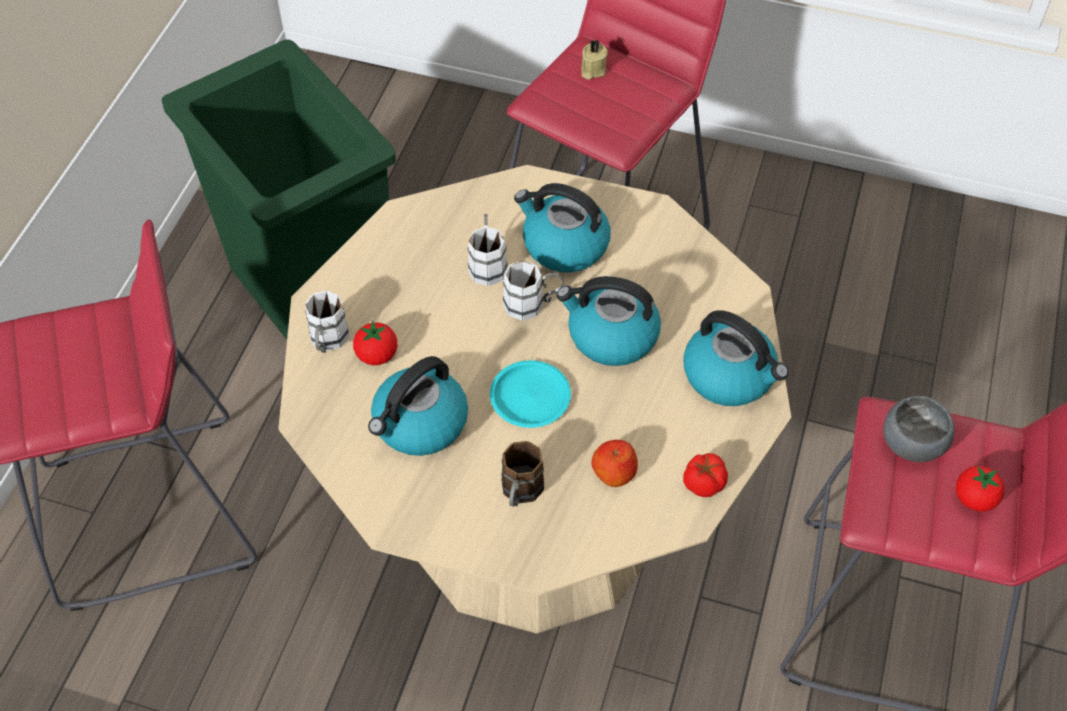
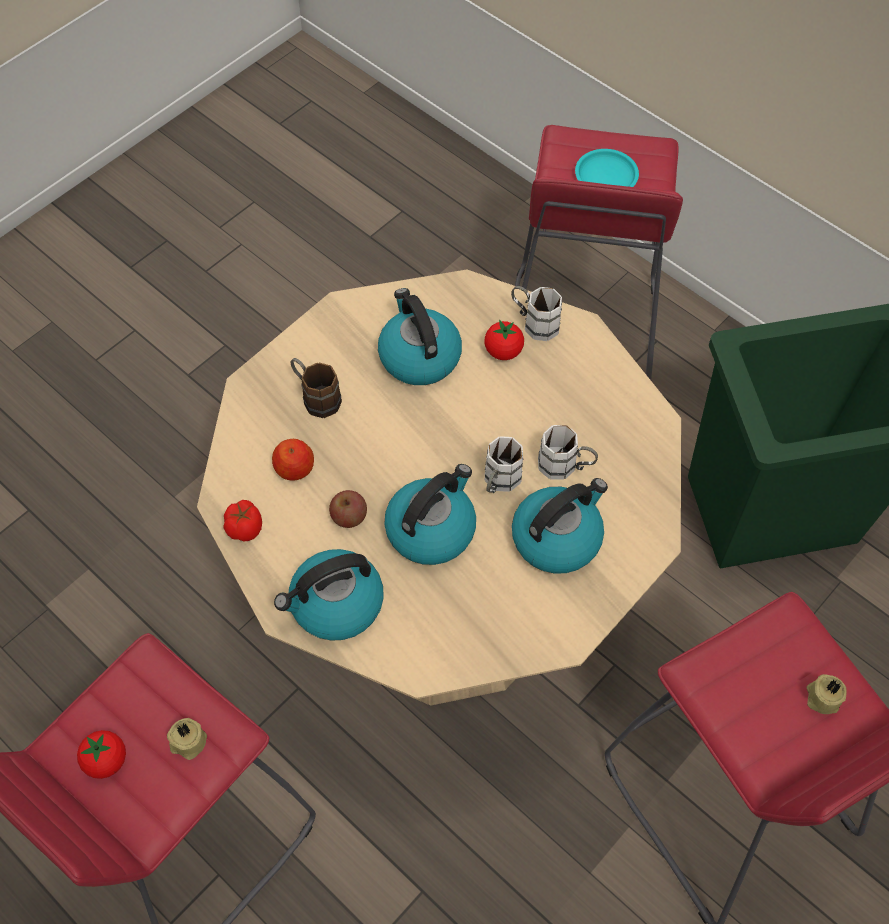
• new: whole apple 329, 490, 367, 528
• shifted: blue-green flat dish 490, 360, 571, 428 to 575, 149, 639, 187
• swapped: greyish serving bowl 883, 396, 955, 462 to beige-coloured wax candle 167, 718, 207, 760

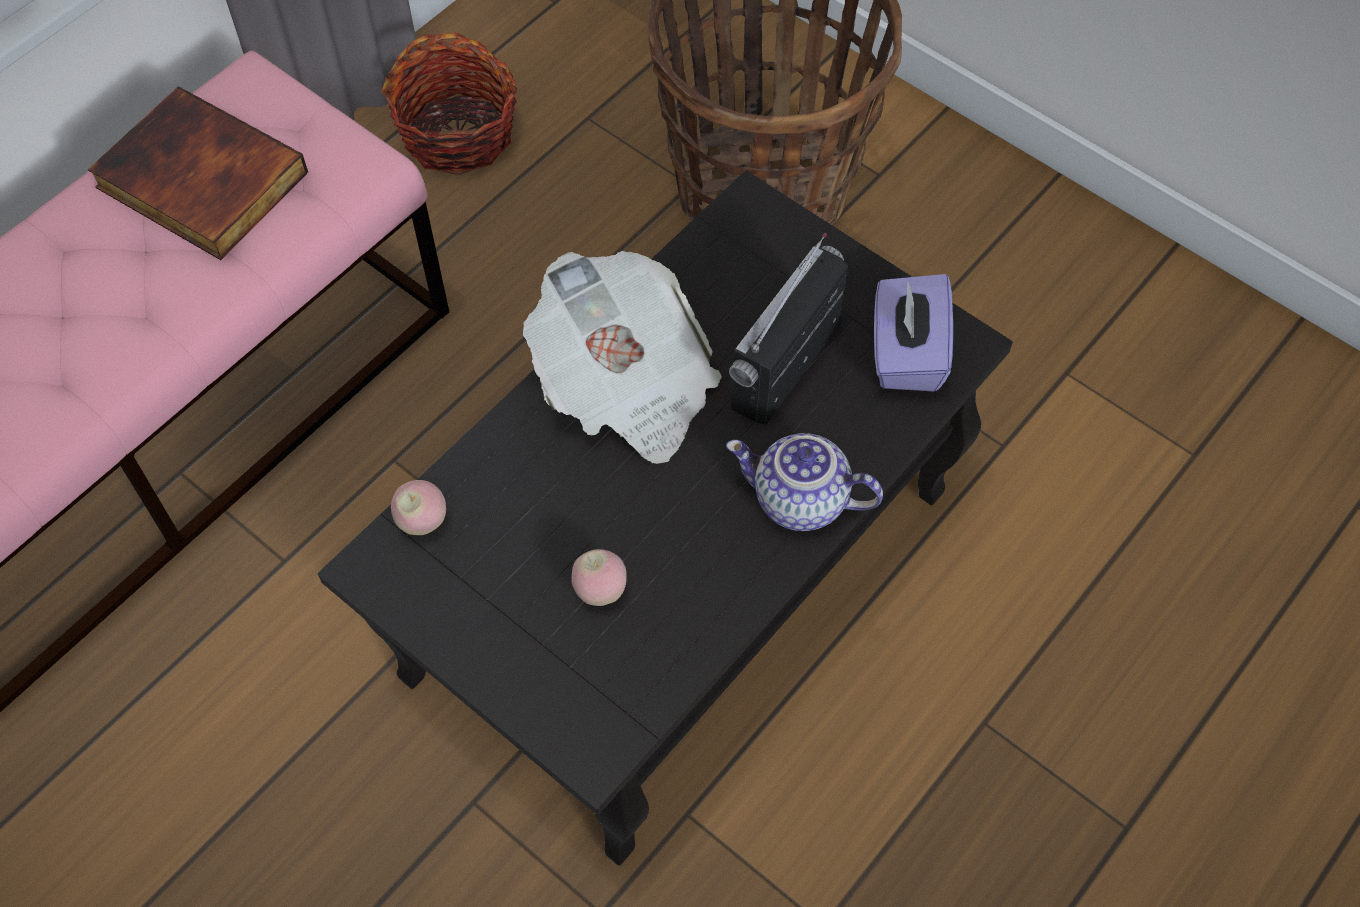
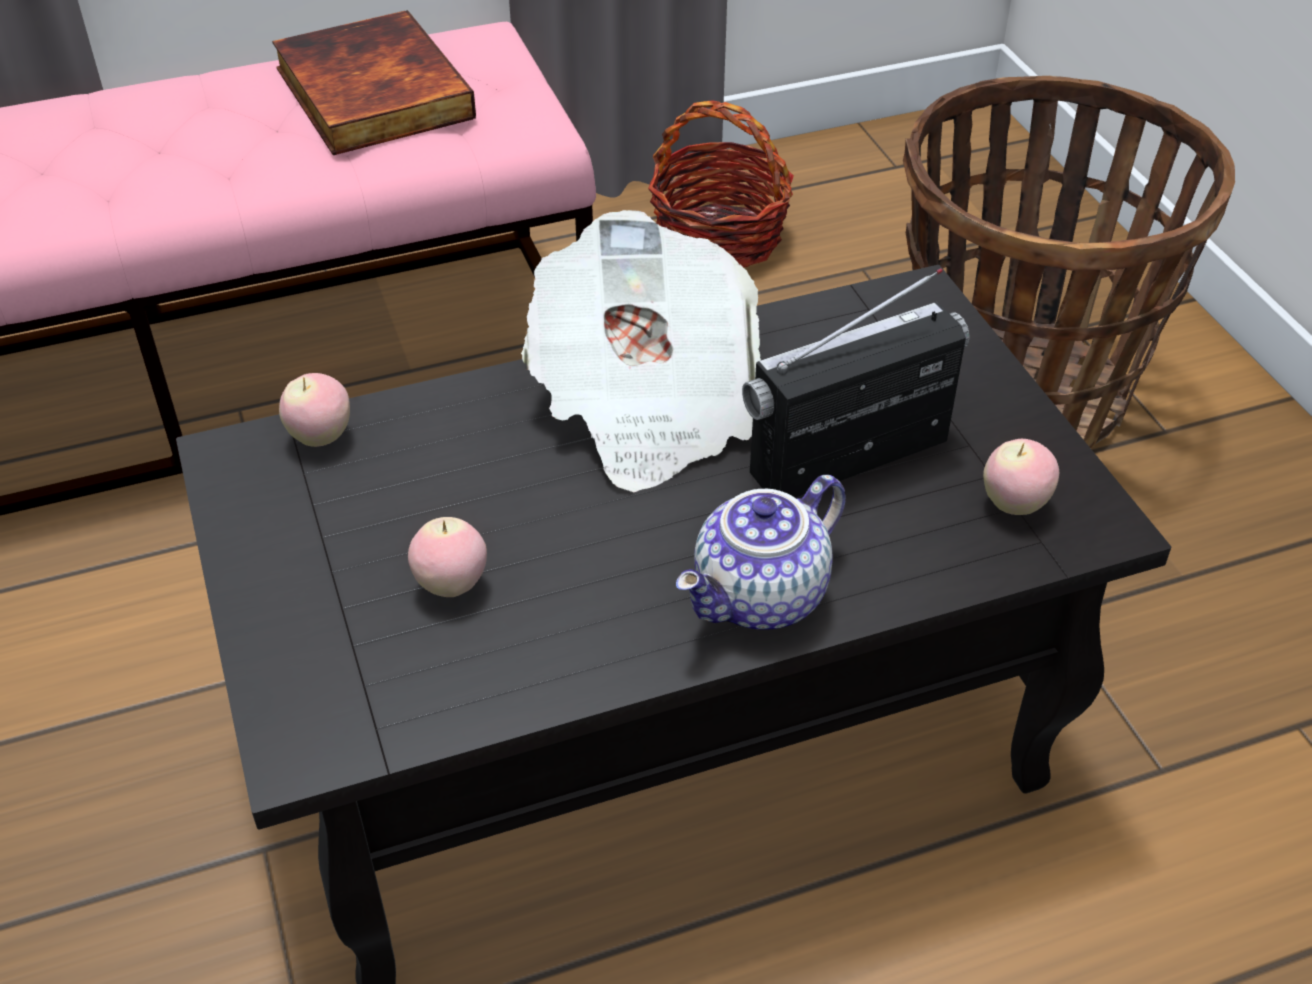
• swapped: purple tissue box 874, 274, 953, 391 to whole apple 983, 439, 1059, 515
• rotated: tea pot 726, 433, 883, 531 = 676, 475, 846, 630 90 degrees counterclockwise

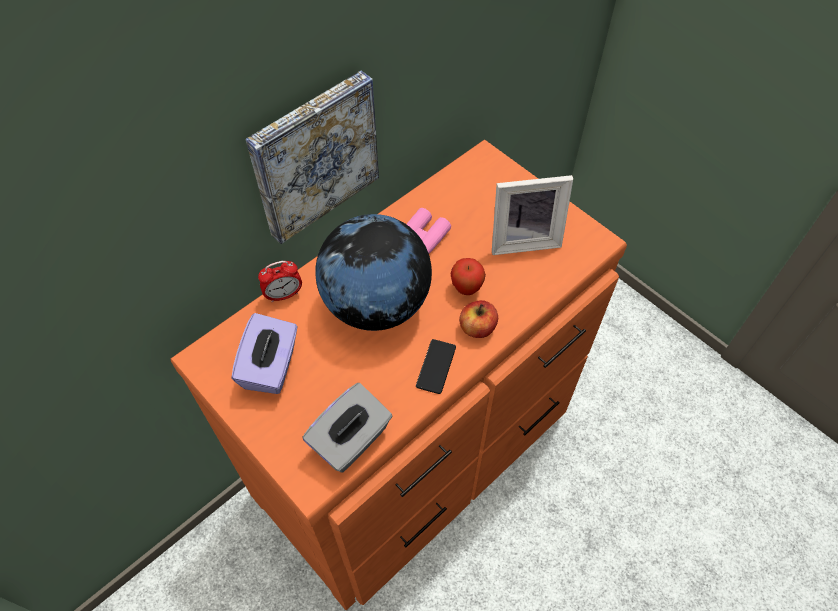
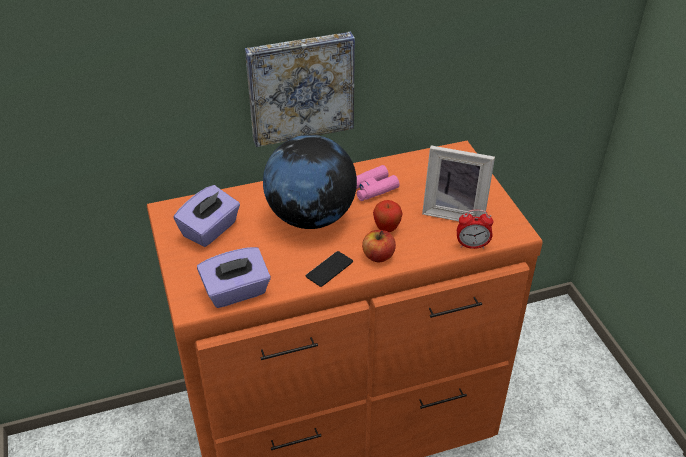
• shifted: table clock 258, 261, 302, 302 to 457, 210, 493, 249
• repainted: greyish tissue box 302, 383, 393, 473 to purple tissue box 197, 247, 271, 308

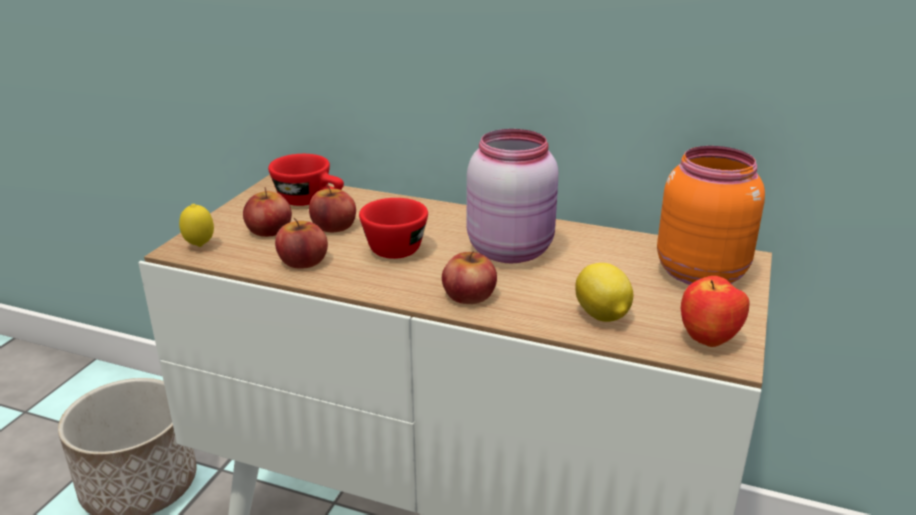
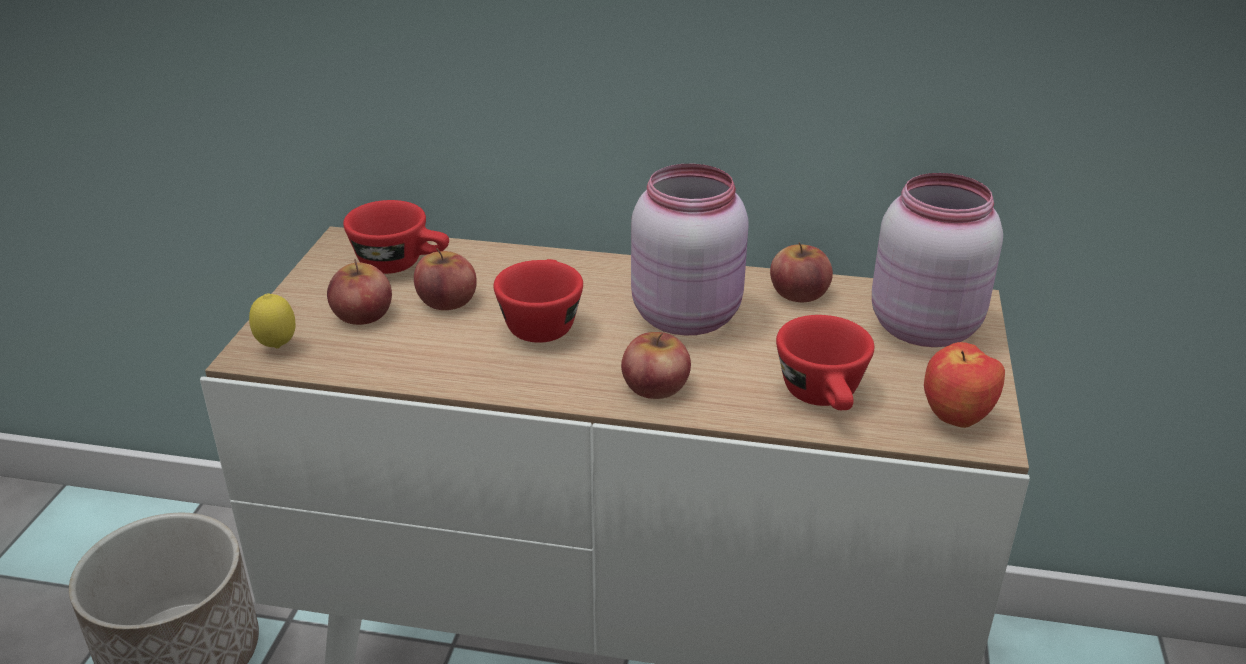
• shifted: whole apple 275, 218, 328, 269 to 770, 243, 833, 302
• swapped: citrus fruit 575, 263, 633, 322 to red small cup 776, 315, 874, 410
• repainted: orange storage jar 657, 146, 765, 285 to pink storage jar 872, 173, 1003, 347

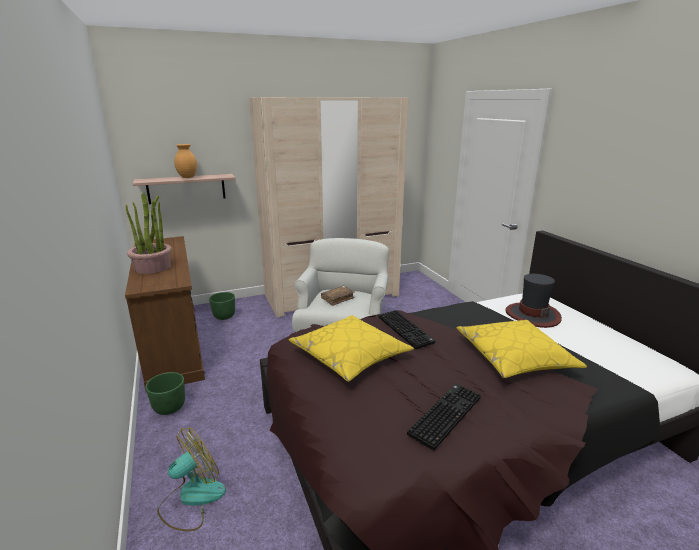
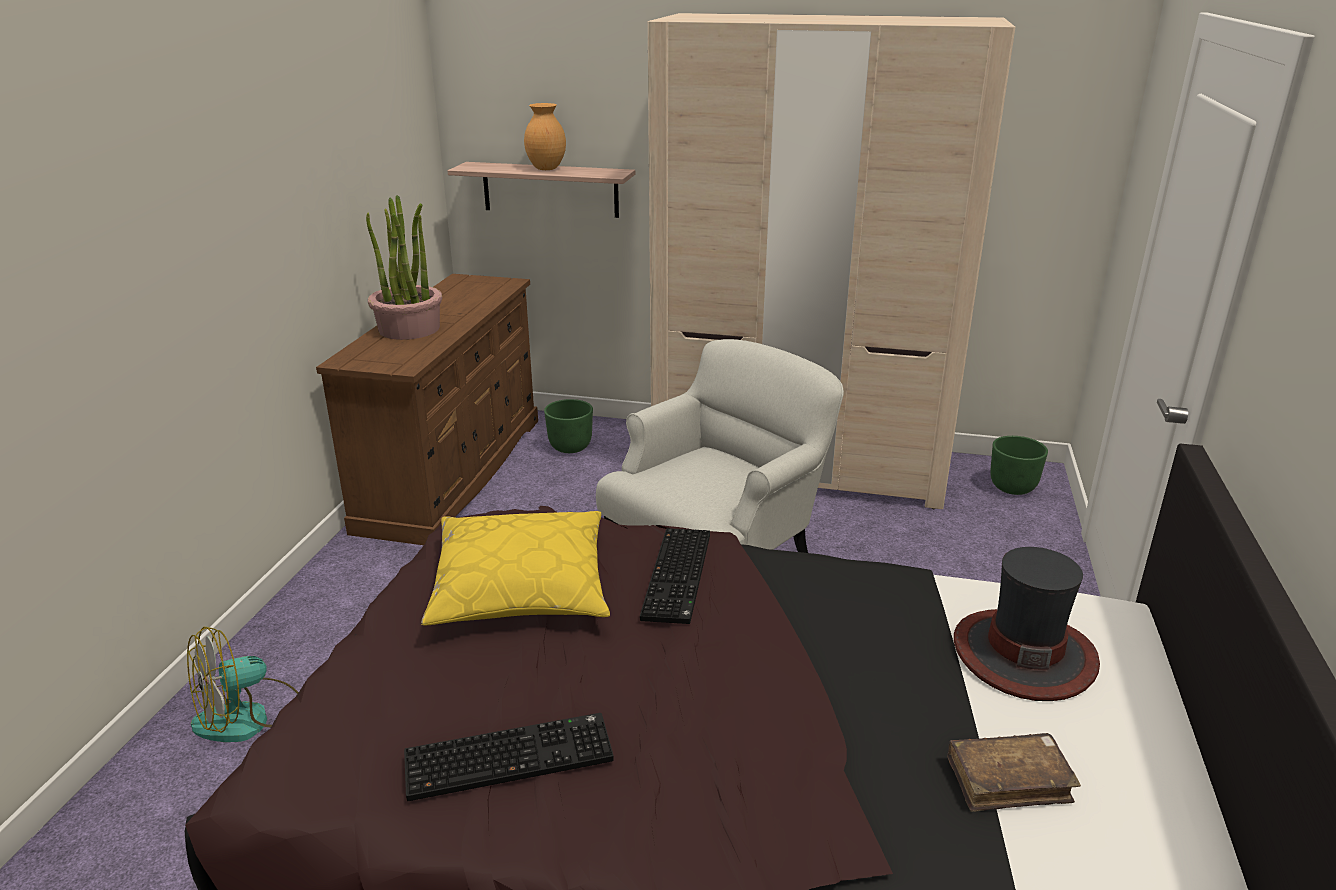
• gone: yellow cushion 457, 320, 587, 378
• shifted: greenish flower pot 145, 372, 185, 415 to 990, 436, 1048, 495
• shifted: brownish bound book 321, 286, 355, 306 to 947, 733, 1081, 812
• rotated: fan 157, 427, 226, 531 = 187, 627, 299, 742 150 degrees clockwise

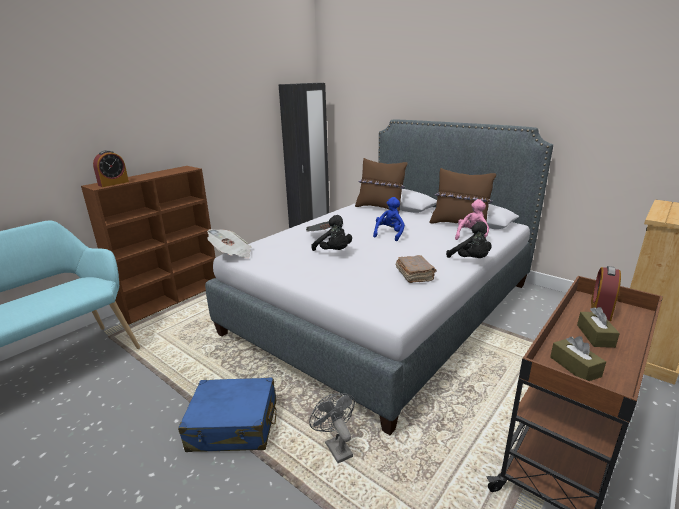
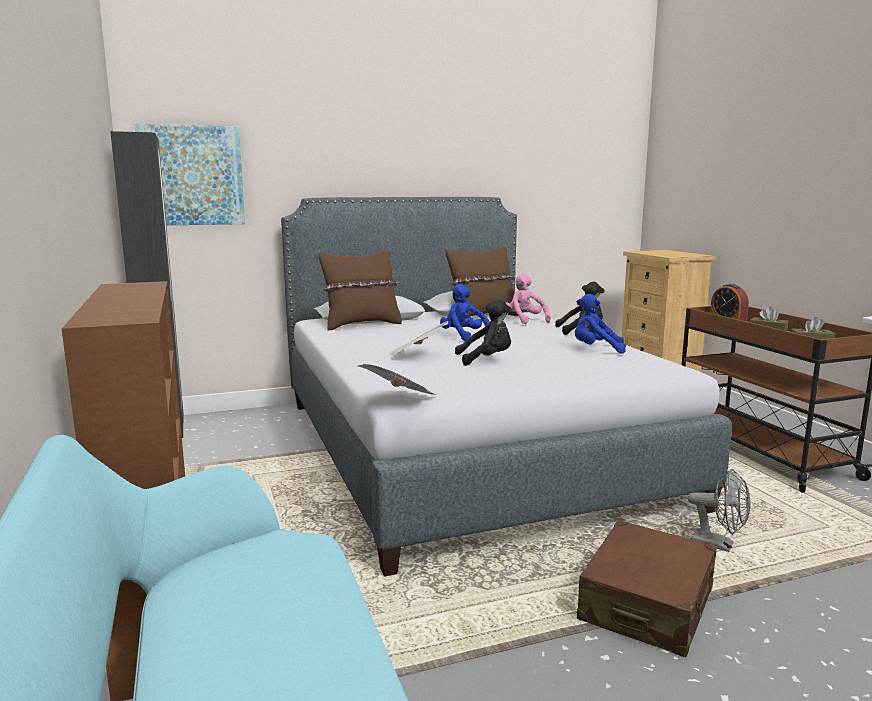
• gone: table clock 93, 150, 129, 187
• new: picture 134, 123, 245, 225
• swapped: brownish bound book 396, 255, 436, 283 to blue-coloured plush toy 575, 294, 626, 354
• repainted: blue-coloured suitcase 178, 377, 277, 452 to brownish suitcase 577, 520, 717, 657
• rotated: greyish fan 309, 393, 355, 463 = 688, 469, 750, 552 150 degrees counterclockwise

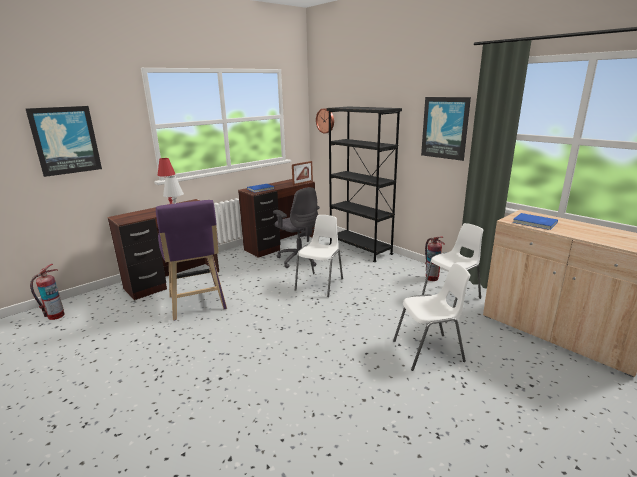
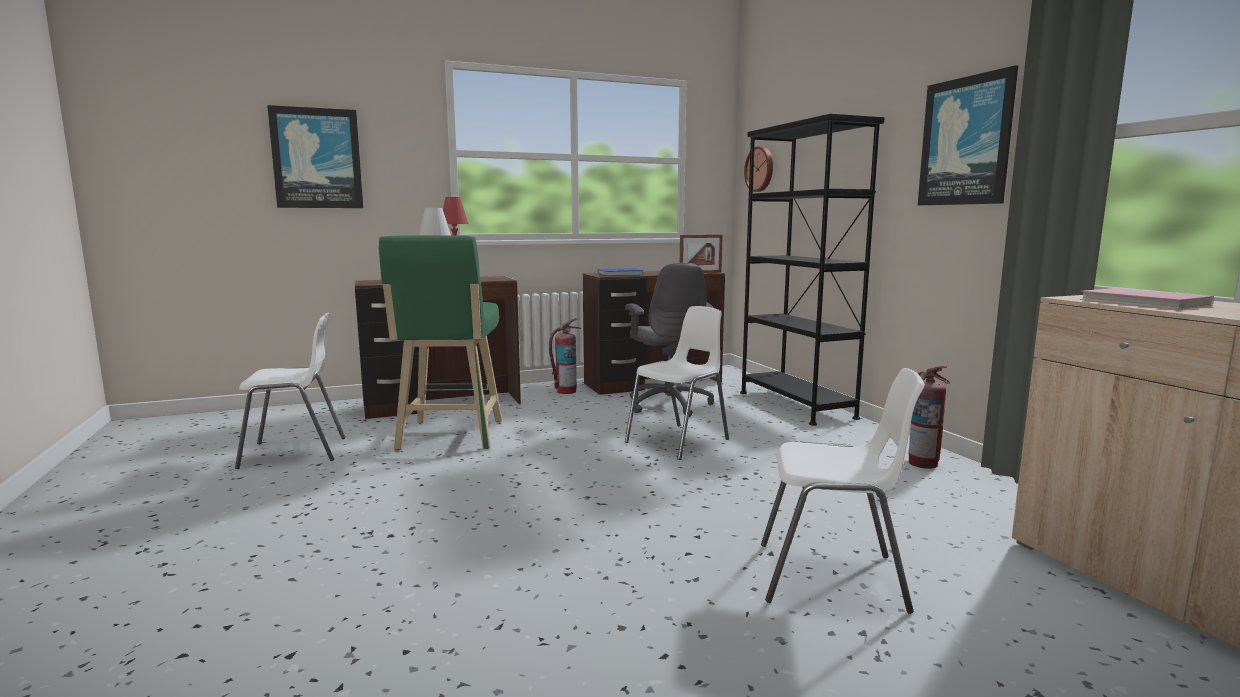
• shifted: extinguisher 30, 264, 64, 320 to 549, 318, 581, 394
• shifted: white-coloured upright chair 422, 223, 483, 308 to 235, 313, 345, 469
• repainted: purple sitting stool 156, 200, 227, 321 to greenish sitting stool 379, 235, 502, 450
• repainted: blue-coloured bound book 513, 213, 558, 230 to pink bound book 1080, 288, 1214, 310

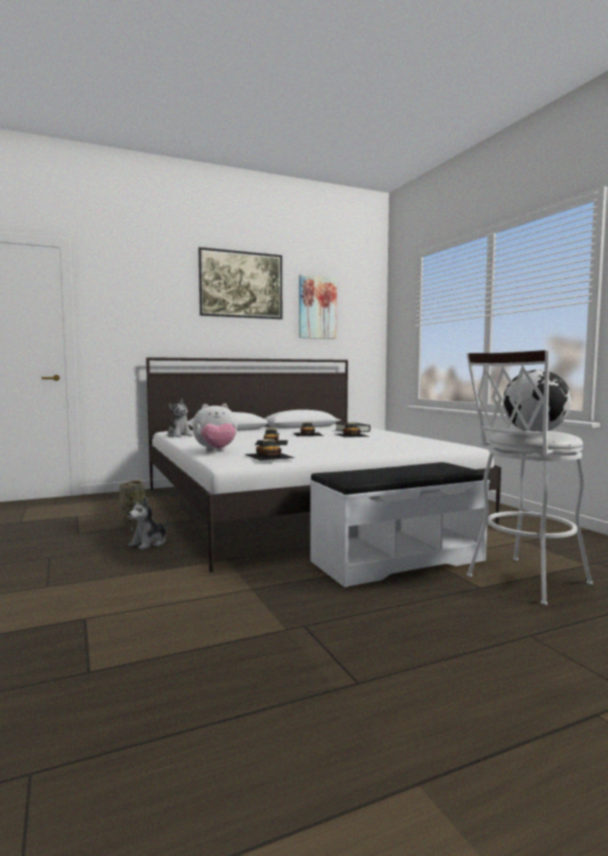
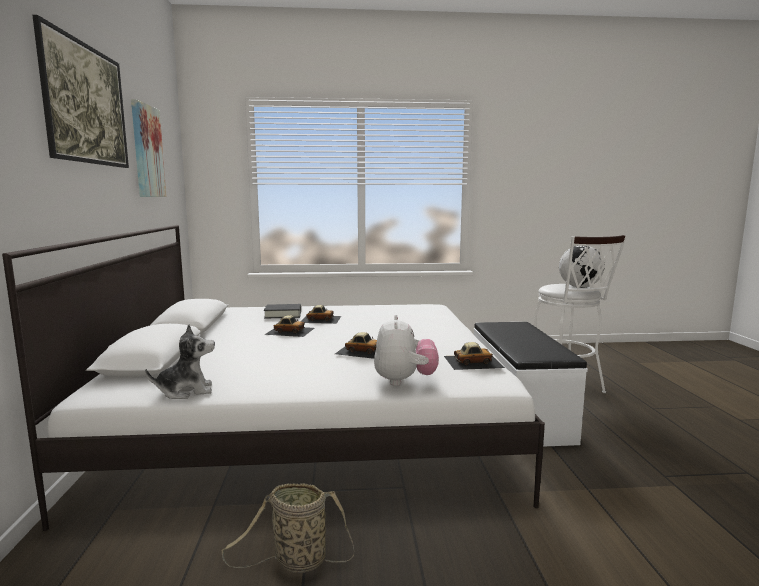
• gone: plush toy 128, 497, 169, 550

